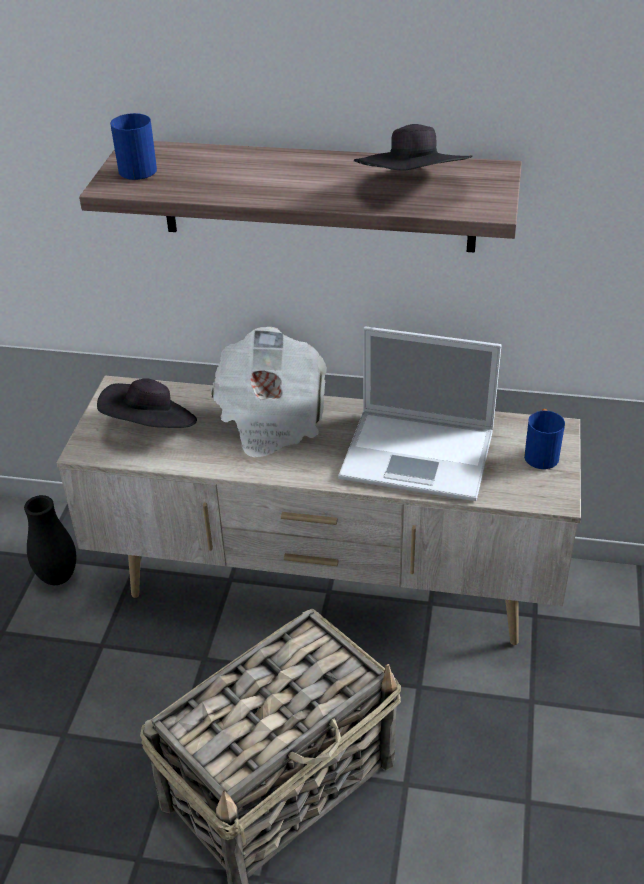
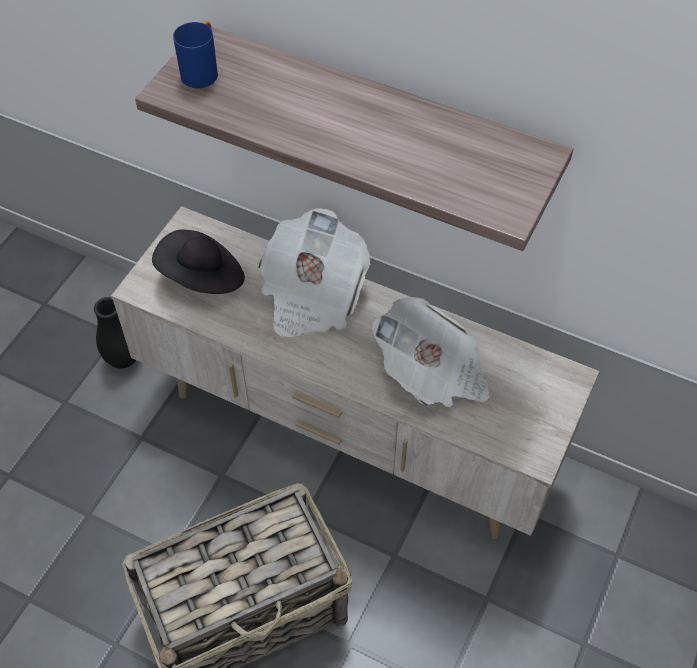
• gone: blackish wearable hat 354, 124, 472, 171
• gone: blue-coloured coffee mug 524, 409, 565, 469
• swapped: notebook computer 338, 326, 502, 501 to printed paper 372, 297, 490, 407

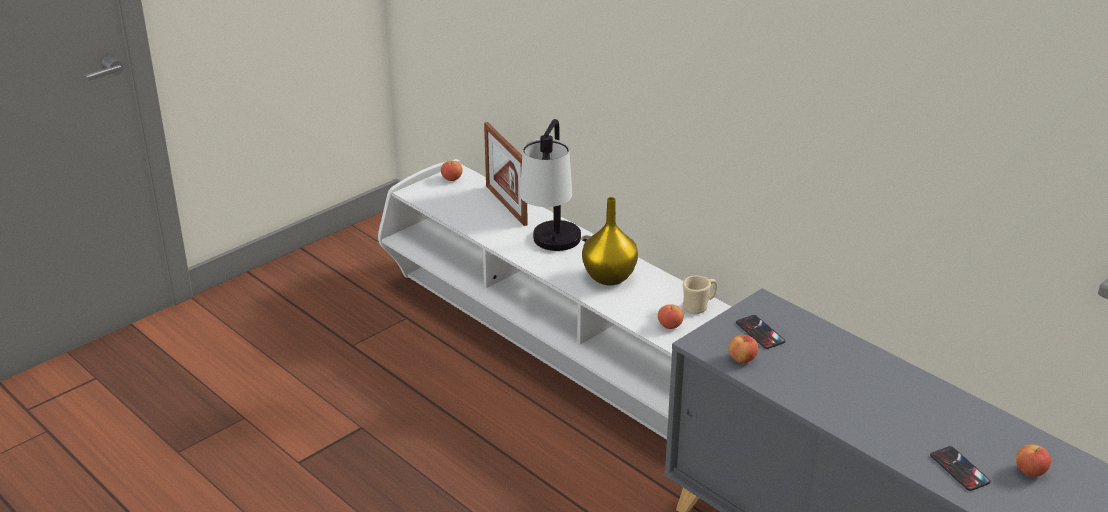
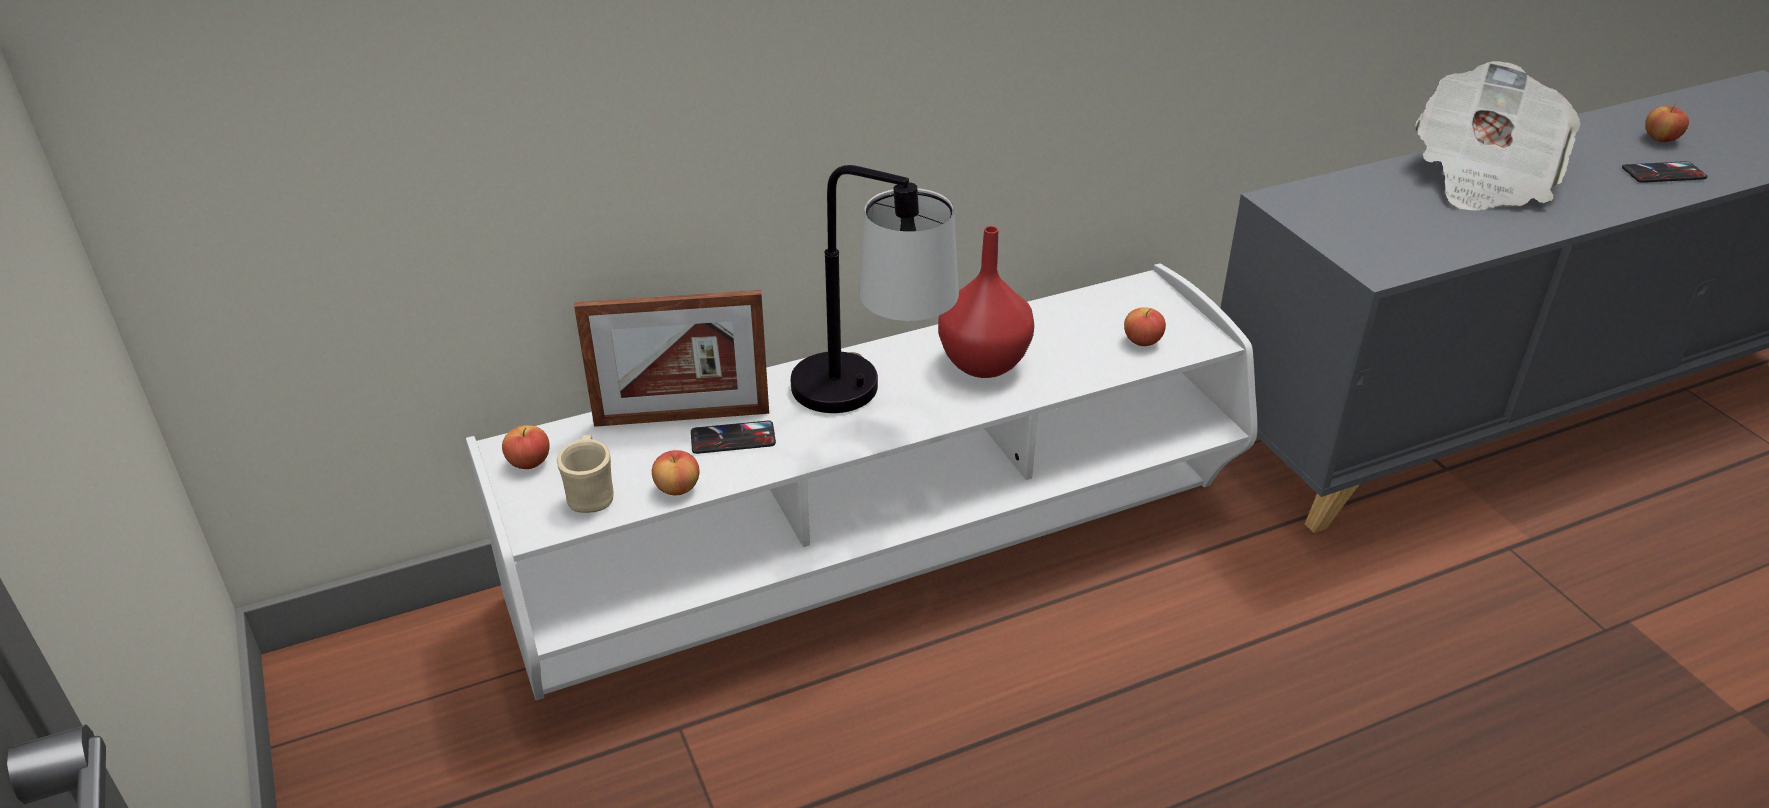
• new: printed paper 1415, 61, 1581, 210
• shifted: beige-coloured coffee mug 683, 276, 717, 314 to 557, 435, 614, 513
• shifted: whole apple 728, 334, 758, 363 to 652, 450, 699, 495
• shifted: telephone 736, 315, 785, 349 to 691, 421, 776, 454
• repainted: yellow decorative vase 582, 197, 638, 285 to red decorative vase 938, 226, 1034, 378

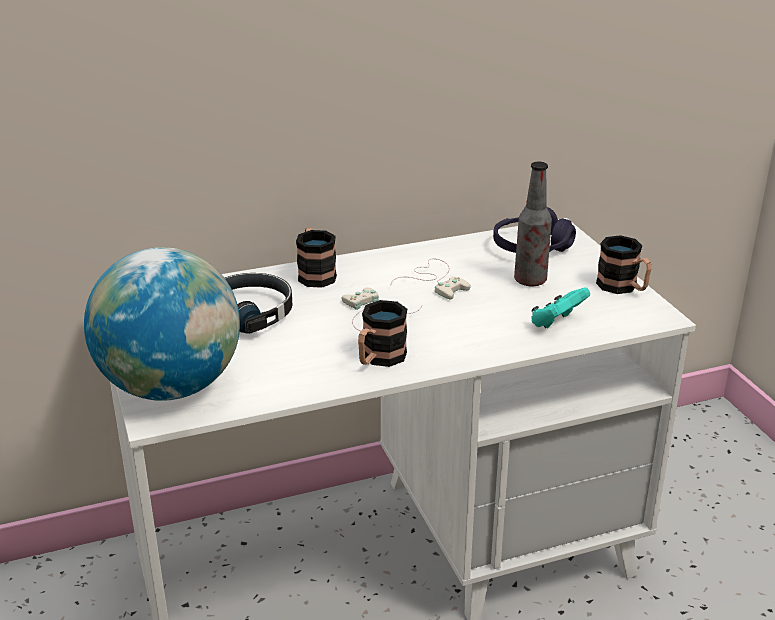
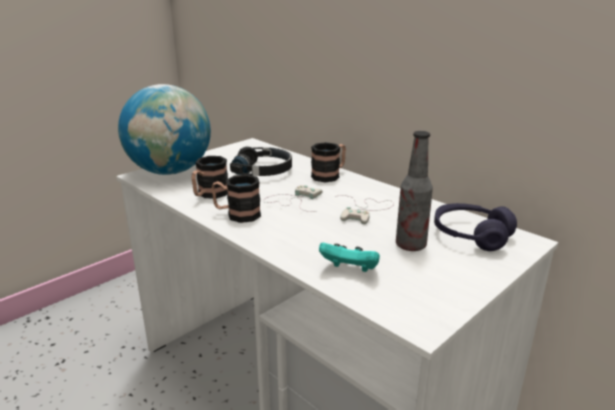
• shifted: coffee mug 596, 235, 652, 294 to 191, 156, 228, 199

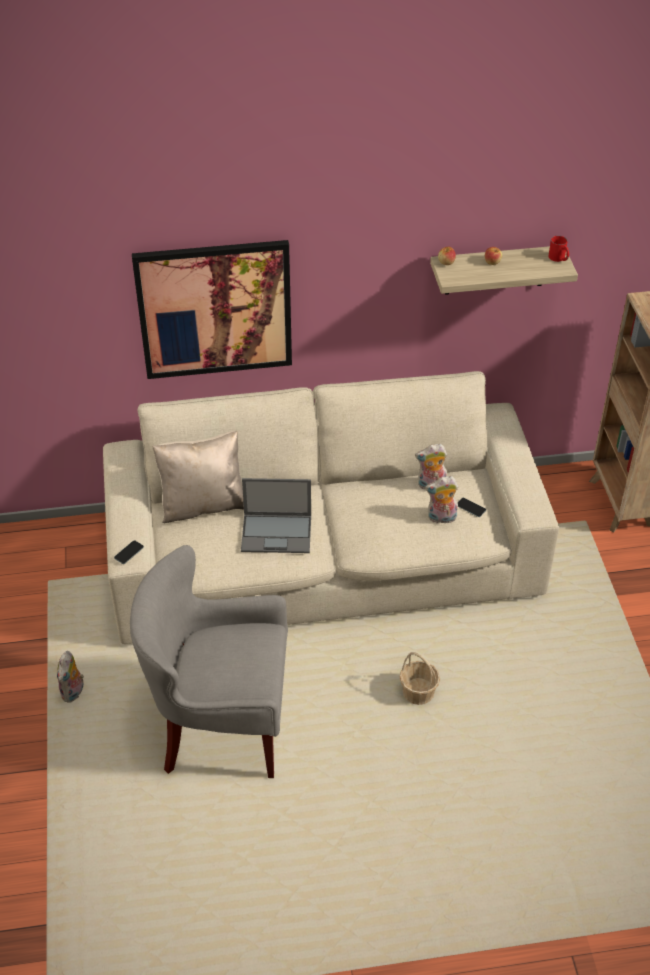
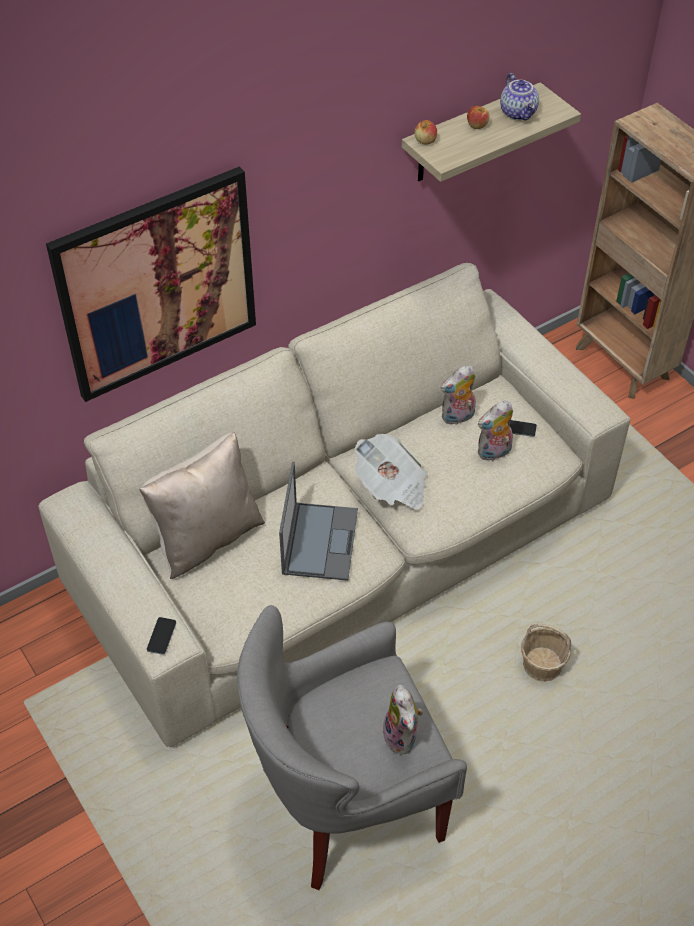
• gone: red coffee mug 548, 236, 569, 262
• new: printed paper 355, 434, 428, 510
• new: tea pot 500, 73, 539, 120
• shifted: plush toy 57, 651, 84, 703 to 383, 685, 423, 755
• rotated: notebook computer 241, 478, 311, 553 = 279, 462, 358, 581 60 degrees counterclockwise

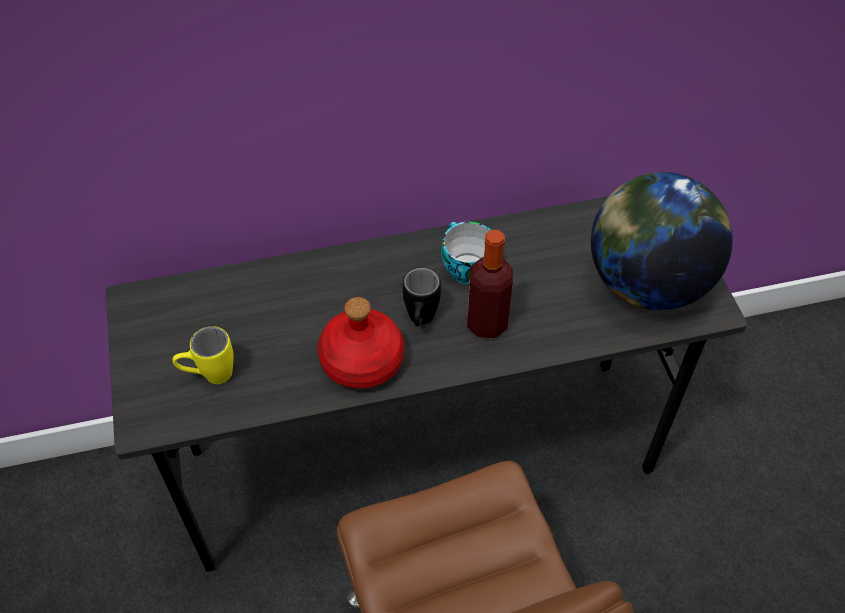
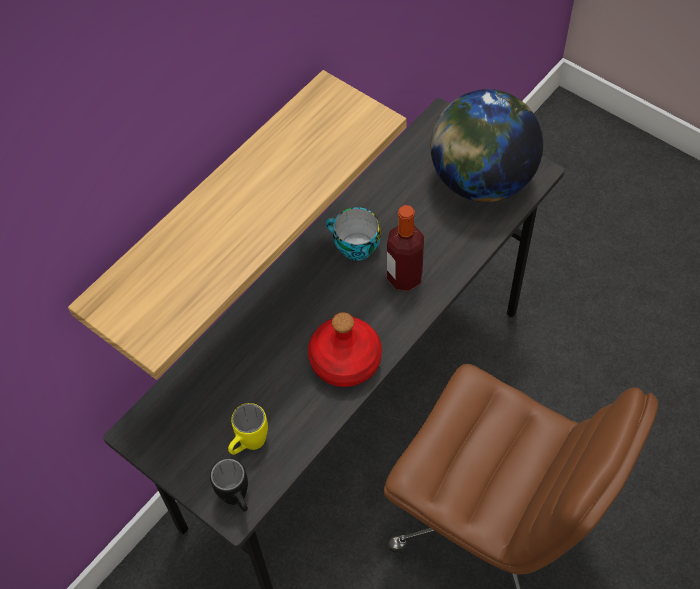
• new: shelf 68, 70, 407, 380
• shifted: blackish coffee mug 403, 268, 441, 326 to 210, 458, 248, 512

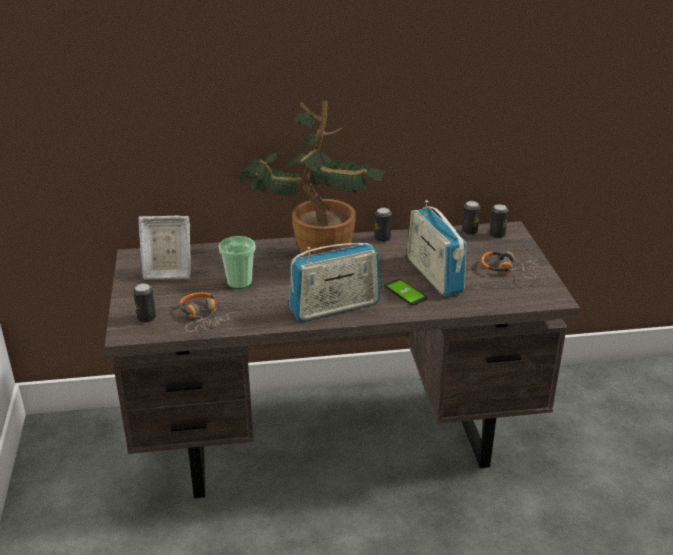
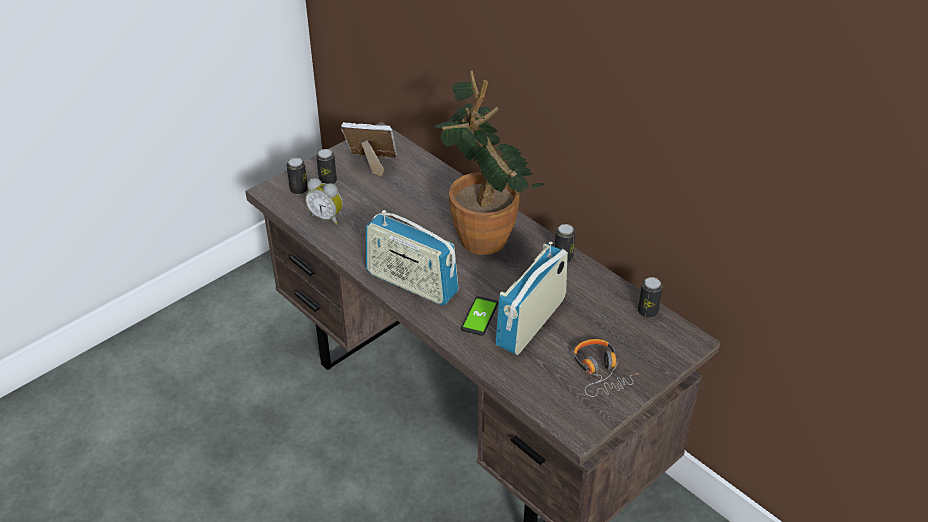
• gone: small cup 219, 236, 256, 289
• shifted: metal can 489, 204, 508, 239 to 316, 149, 337, 184
• swapped: headset 179, 292, 233, 332 to table clock 305, 178, 343, 225
• rotated: picture frame 138, 216, 191, 280 = 341, 122, 397, 177 135 degrees clockwise

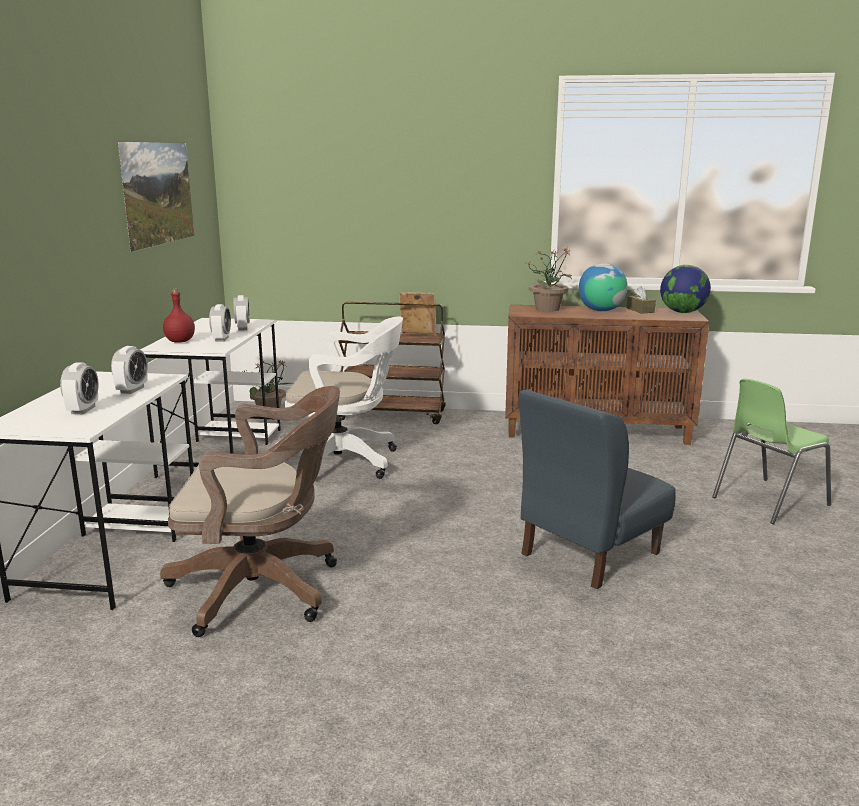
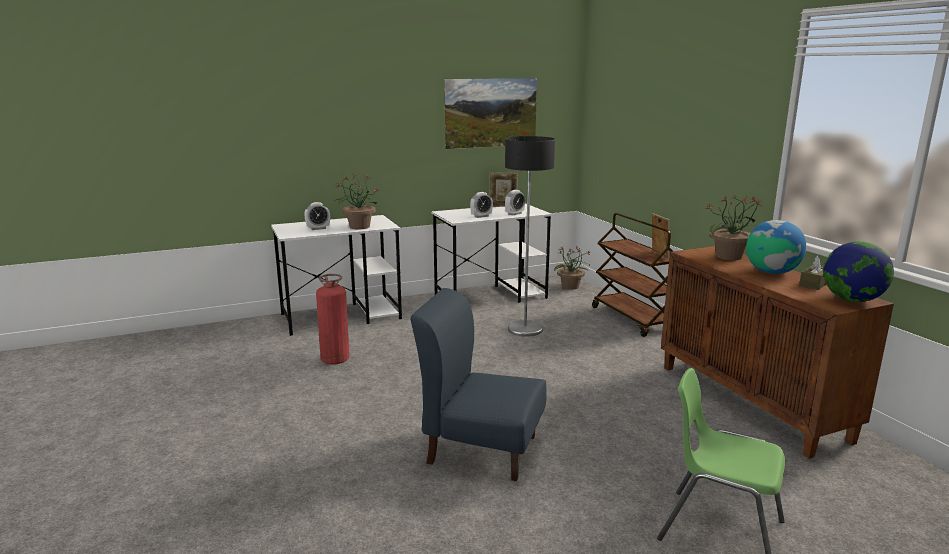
• gone: red drink bottle 163, 289, 195, 343
• new: picture frame 489, 173, 518, 207
• swapped: table clock 111, 346, 148, 394 to potted plant 334, 173, 380, 229
• swapped: brownish office chair 160, 386, 340, 637 to extinguisher 316, 274, 350, 365
• swapped: white-coloured office chair 275, 316, 403, 479 to standard lamp 505, 136, 555, 337

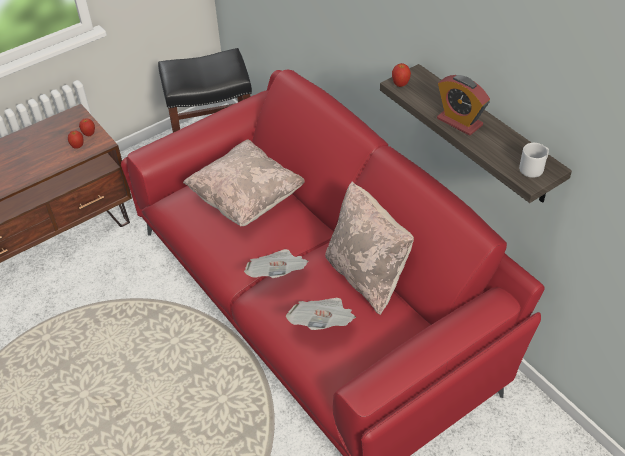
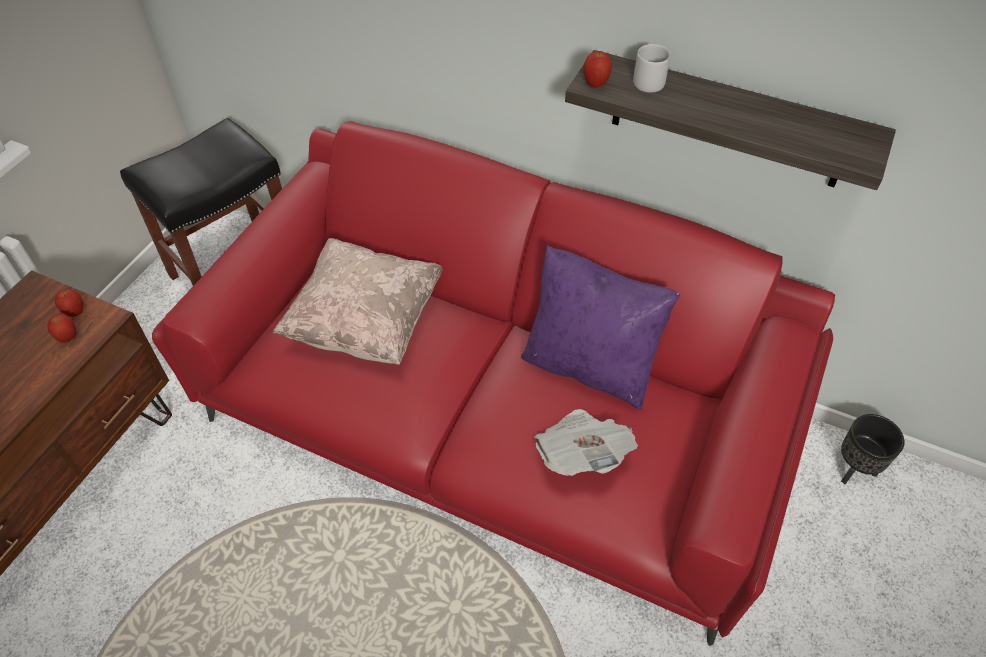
• gone: printed paper 244, 249, 309, 278
• gone: table clock 437, 75, 490, 135
• new: blackish flower pot 841, 414, 904, 484
• shifted: greyish coffee mug 519, 143, 549, 178 to 633, 44, 670, 93
• repainted: beige-coloured cushion 325, 181, 414, 315 to purple cushion 521, 245, 680, 410

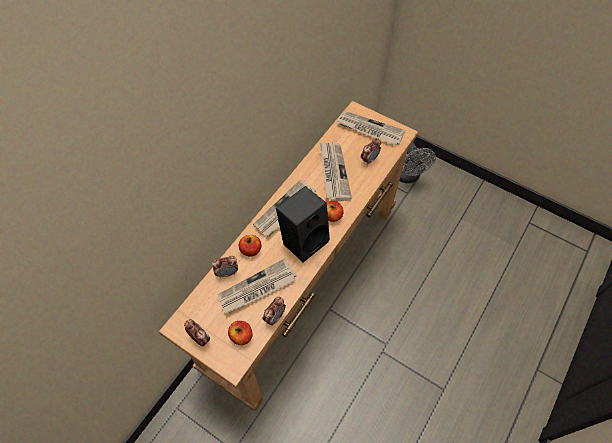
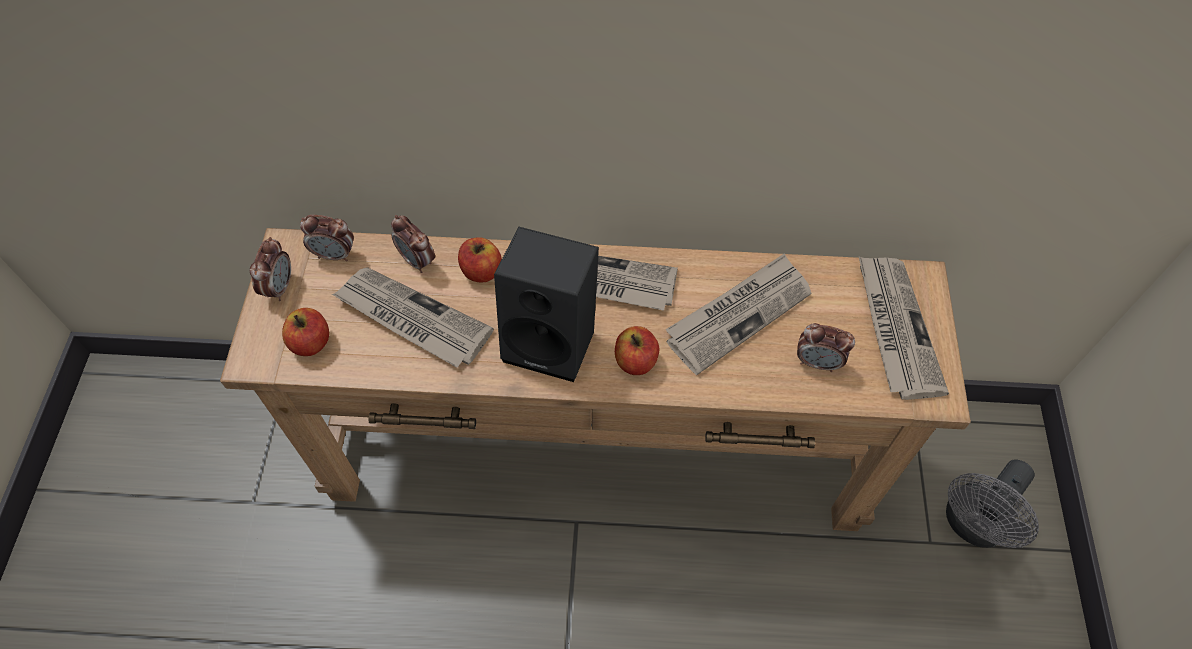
• shifted: table clock 263, 297, 286, 326 to 300, 215, 354, 262

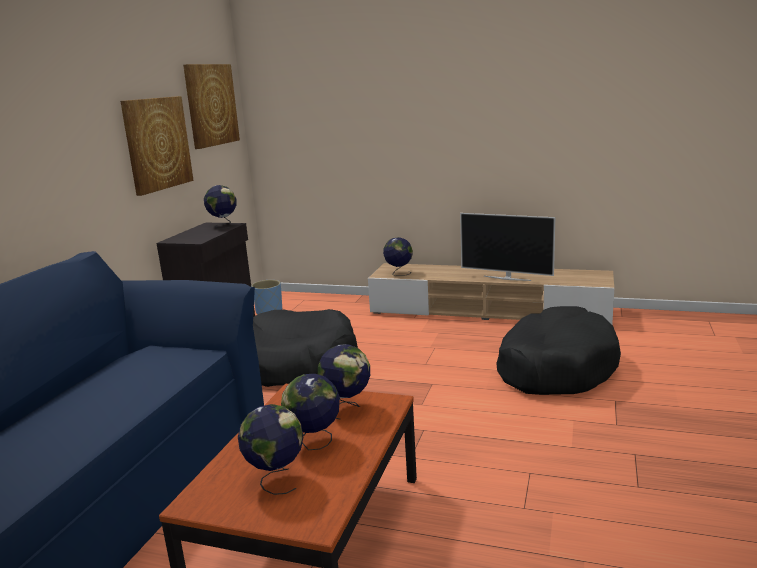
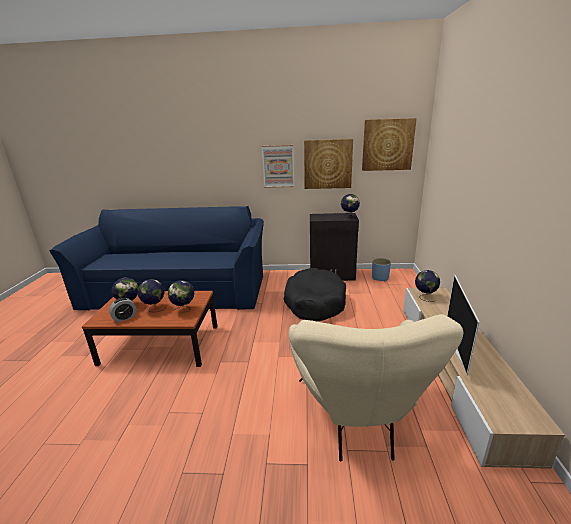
• new: table clock 109, 298, 137, 322
• new: picture 262, 145, 295, 188
• swapped: blackish dog bed 496, 306, 621, 395 to beige-coloured lounge chair 288, 314, 463, 462

